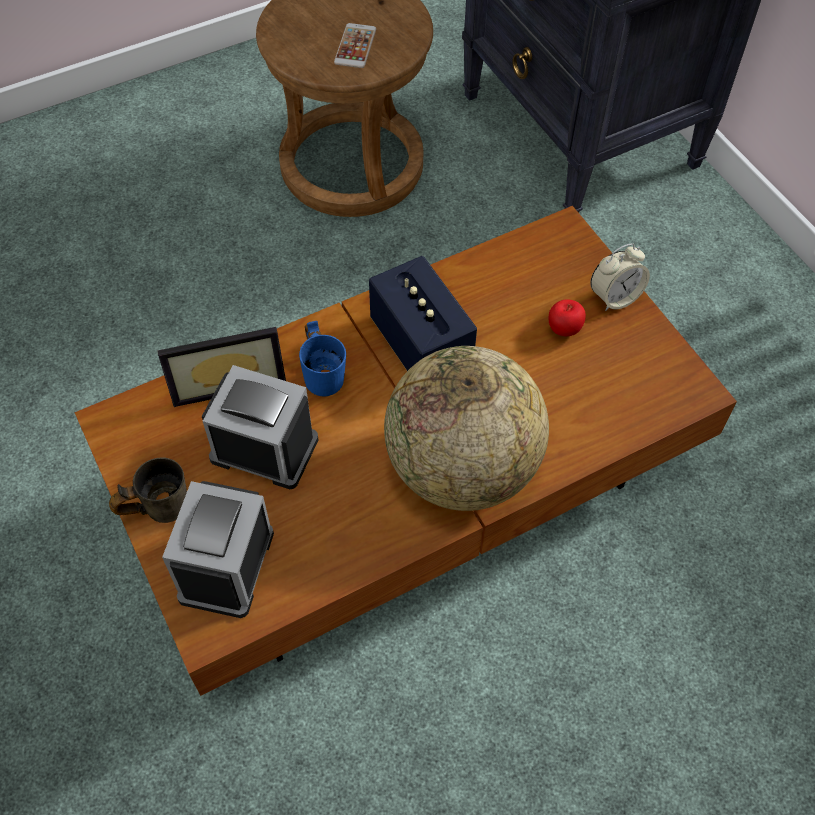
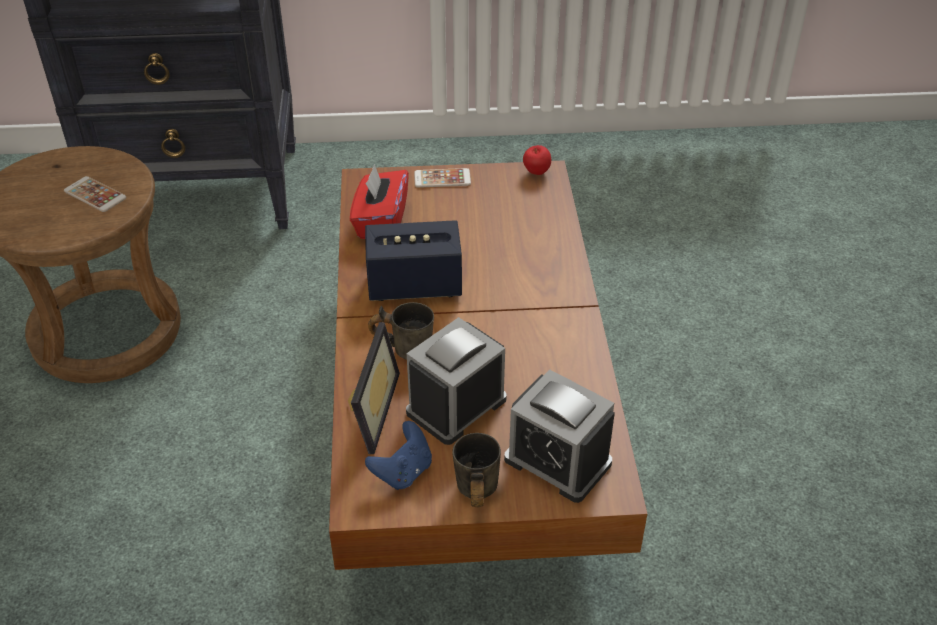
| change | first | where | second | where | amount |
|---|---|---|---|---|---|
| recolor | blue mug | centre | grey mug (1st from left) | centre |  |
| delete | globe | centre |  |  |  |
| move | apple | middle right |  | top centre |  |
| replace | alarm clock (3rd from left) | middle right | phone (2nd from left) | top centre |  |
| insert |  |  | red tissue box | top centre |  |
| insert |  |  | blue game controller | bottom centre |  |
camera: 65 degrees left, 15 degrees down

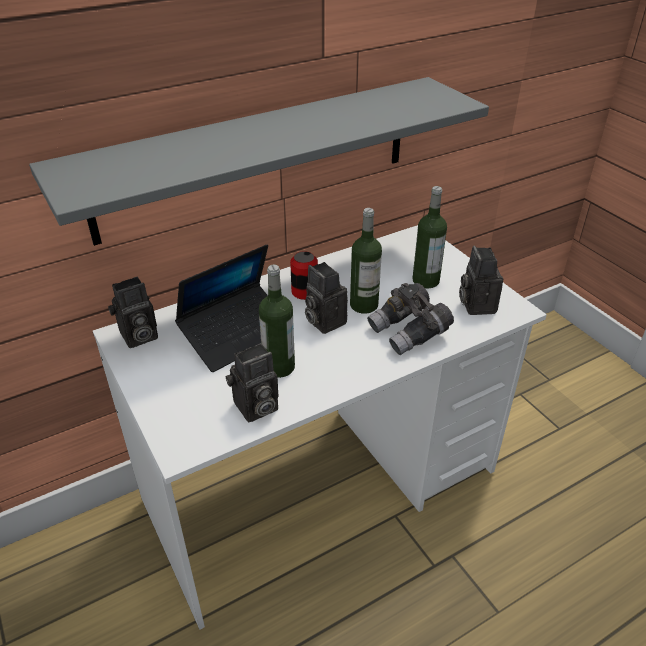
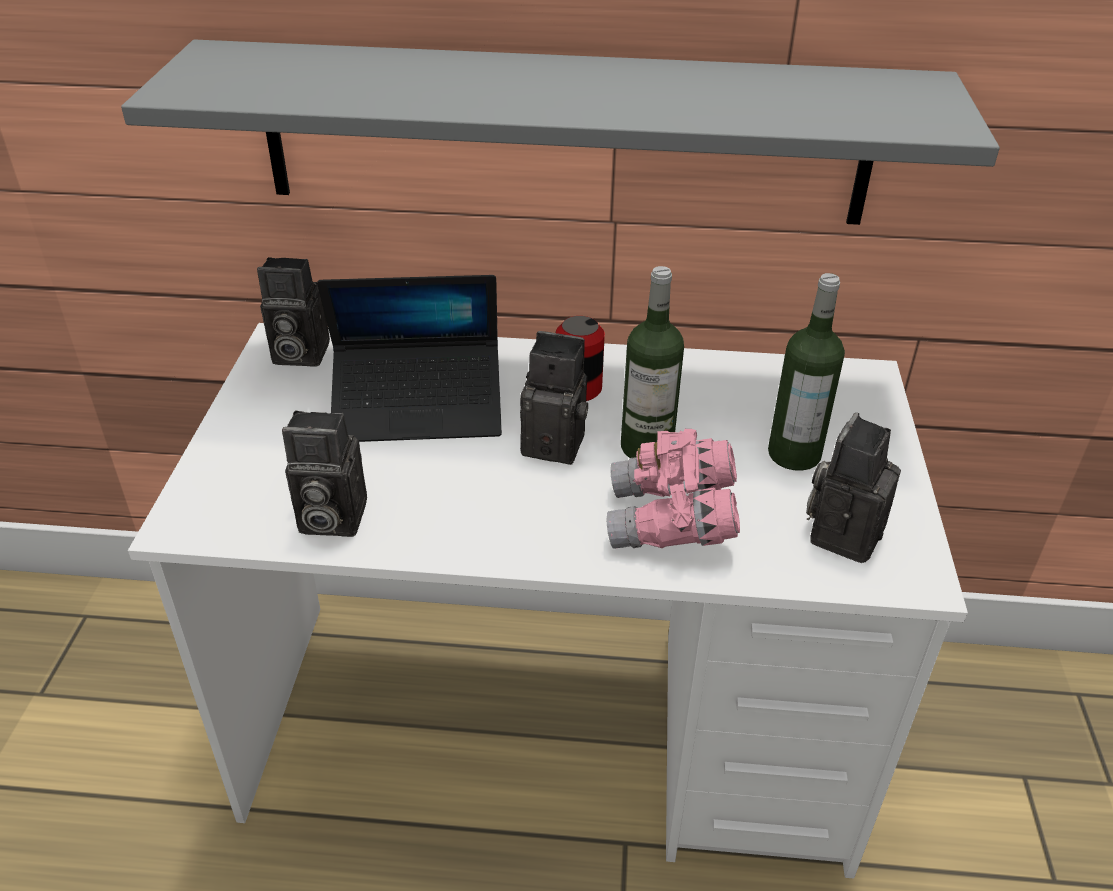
| change | first | where | second | where | amount |
|---|---|---|---|---|---|
| delete | bottle (1st from left) | centre |  |  |  |
| rotate | photo camera (3rd from left) | centre |  | centre | 105 degrees clockwise |
| recolor | grey binoculars | centre | pink binoculars | centre |  |
camera: 35 degrees right, 0 degrees up

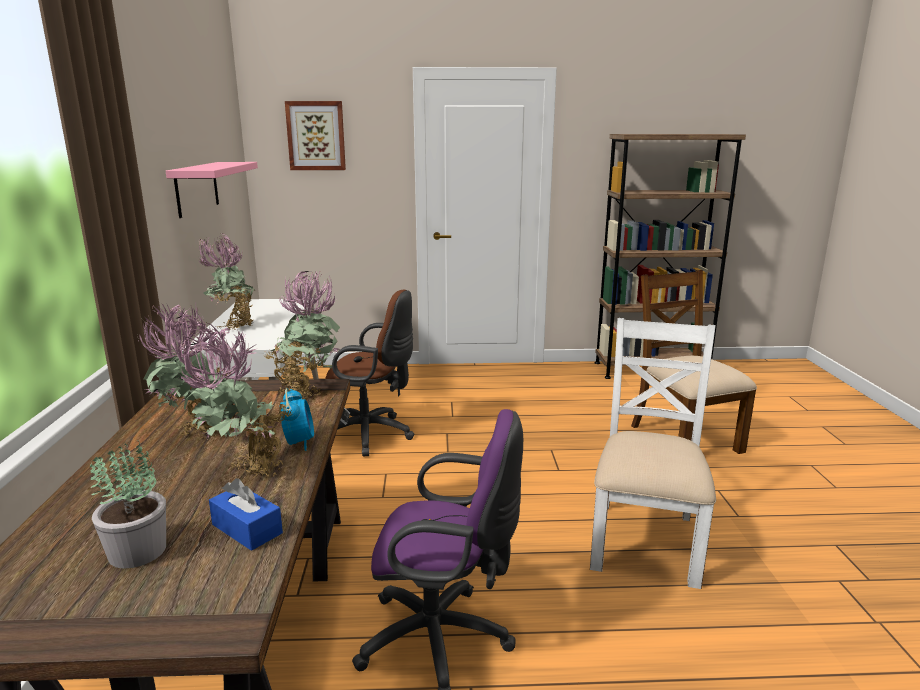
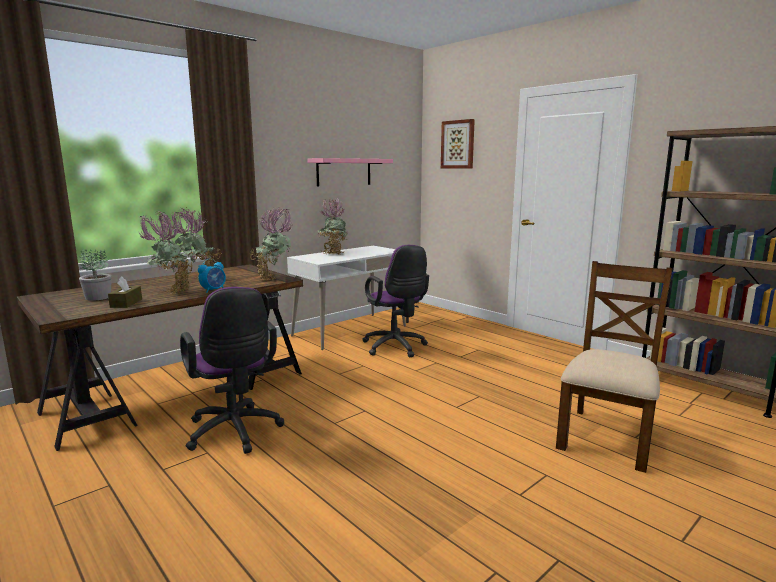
| change | first | where | second | where | amount |
|---|---|---|---|---|---|
| recolor | blue tissue box | bottom left | brown tissue box | middle left |  |
| recolor | brown office chair | centre | purple office chair (2nd from left) | centre |  |
| delete | white chair | middle right |  |  |  |
camera: 50 degrees right, 5 degrees down

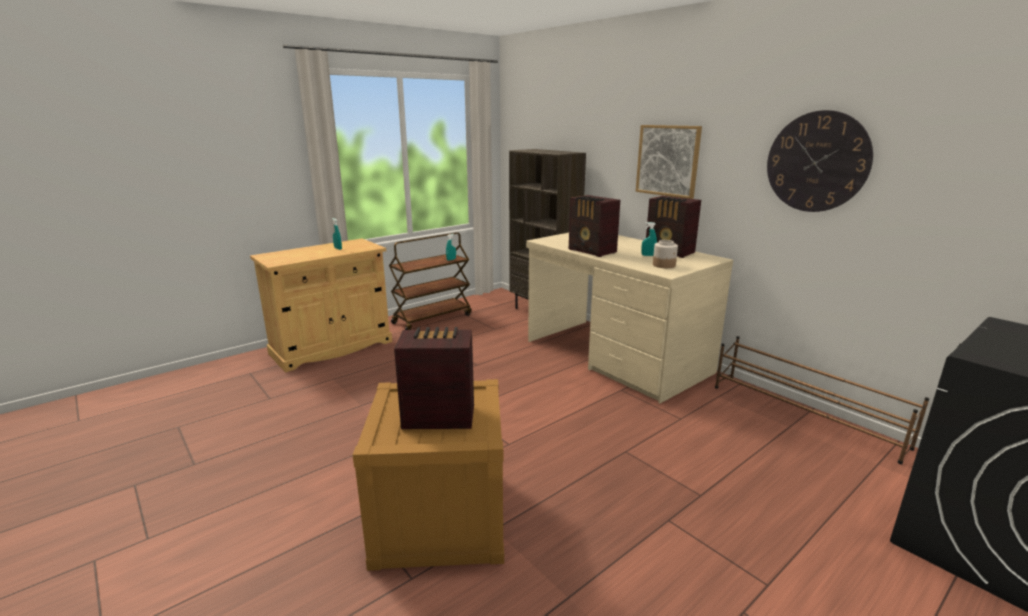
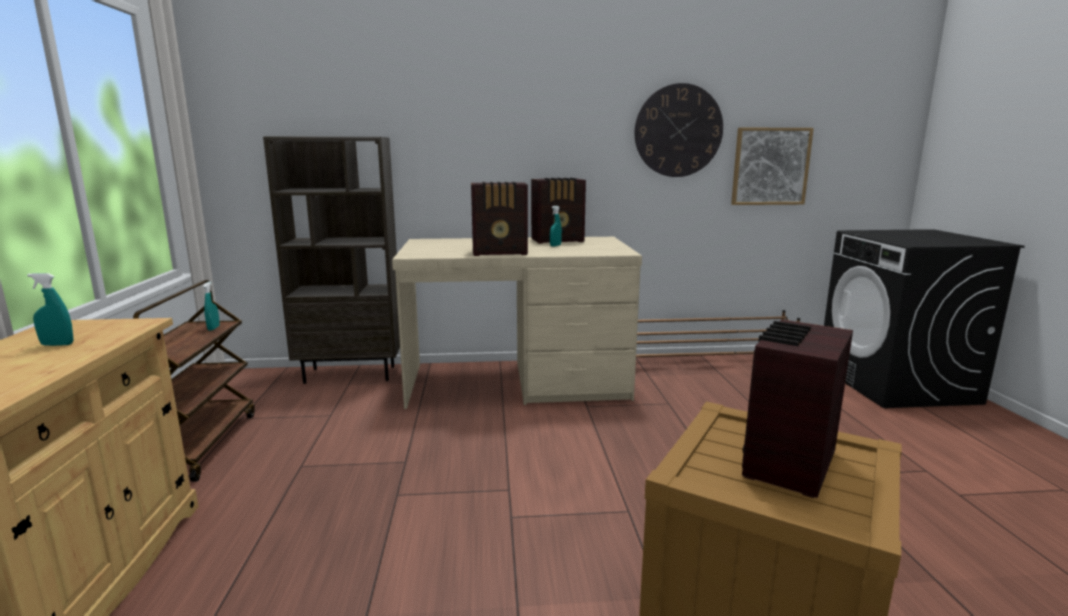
| change | first | where | second | where | amount |
|---|---|---|---|---|---|
| move | picture | top centre |  | top right |  |
| delete | jar | centre |  |  |  |
camera: 55 degrees left, 5 degrees down

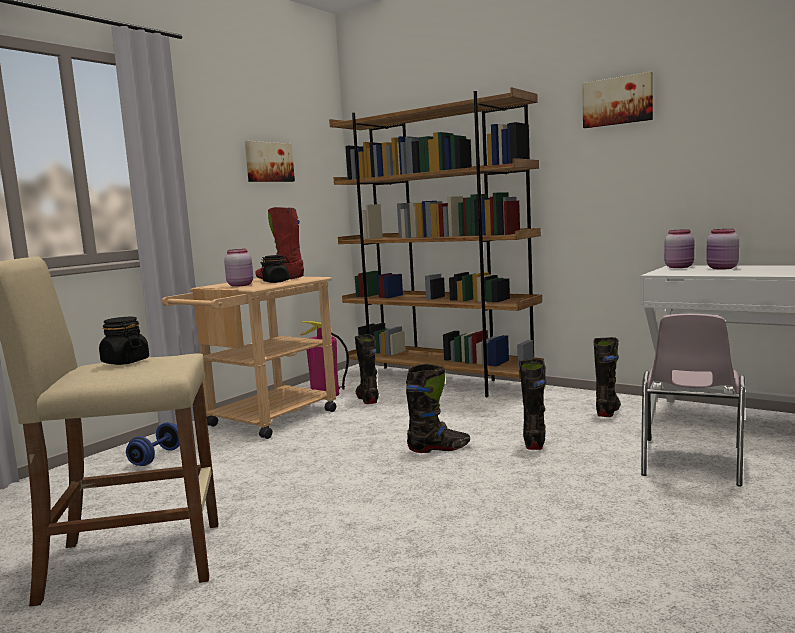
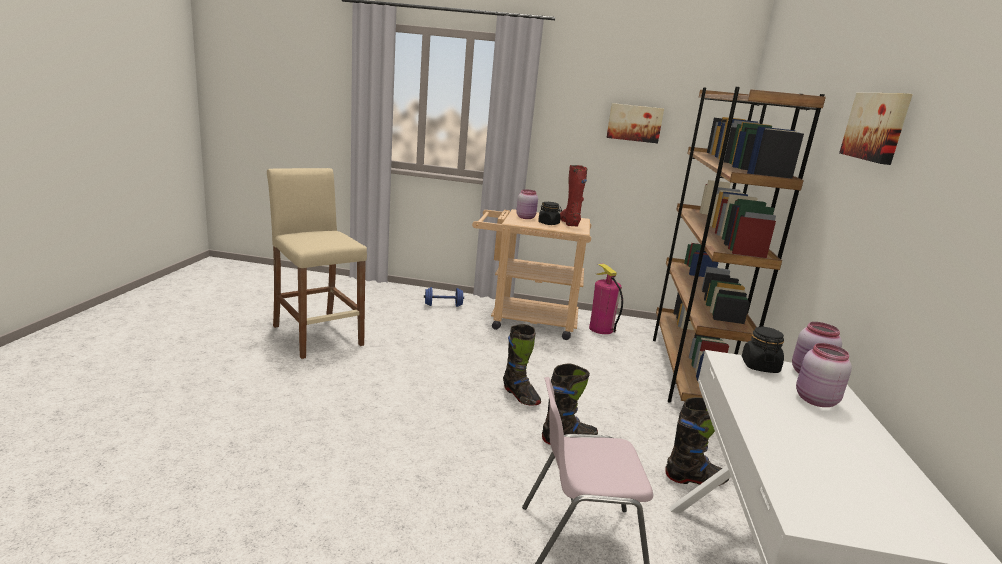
| change | first | where | second | where | amount |
|---|---|---|---|---|---|
| move | black jar (1st from left in the first image) | middle left | black jar (2nd from left) | middle right |  |
| delete | black boot (1st from left) | centre |  |  |  |
camera: 60 degrees right, 10 degrees up

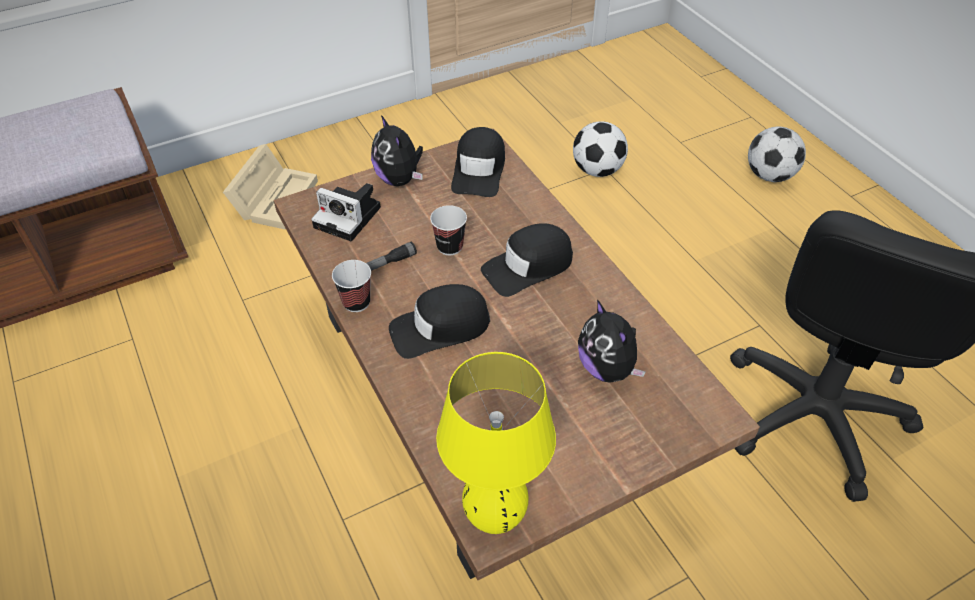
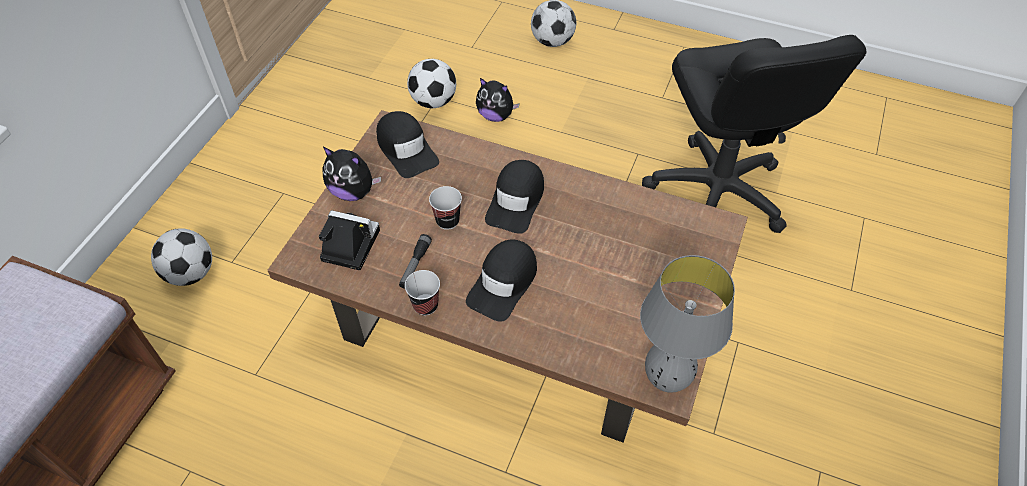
| change | first | where | second | where | amount |
|---|---|---|---|---|---|
| replace | beige storage box | top left | football (1st from left) | middle left |  |
| rotate | photo camera | centre |  | centre | 150 degrees counterclockwise |
| recolor | yellow table lamp | bottom centre | grey table lamp | bottom right |  |
| move | plush toy (2nd from left) | centre |  | top centre |  |
camera: 40 degrees left, 5 degrees up

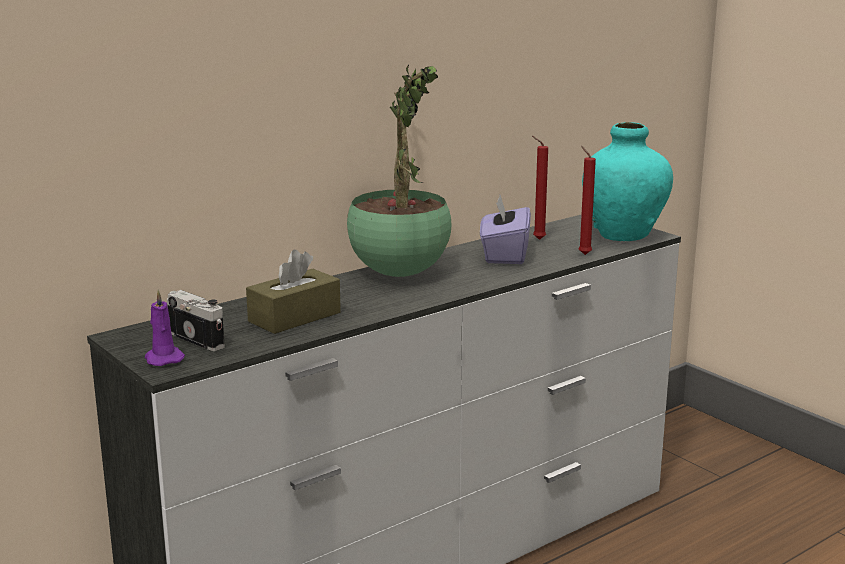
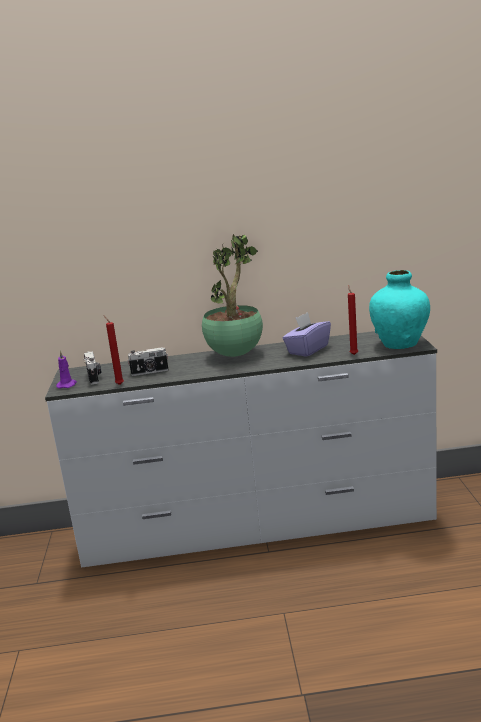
| change | first | where | second | where | amount |
|---|---|---|---|---|---|
| replace | brown tissue box | centre | photo camera (2nd from left) | middle left |  |
| move | red candle (1st from left) | centre |  | middle left |  |
camera: 35 degrees right, 0 degrees up

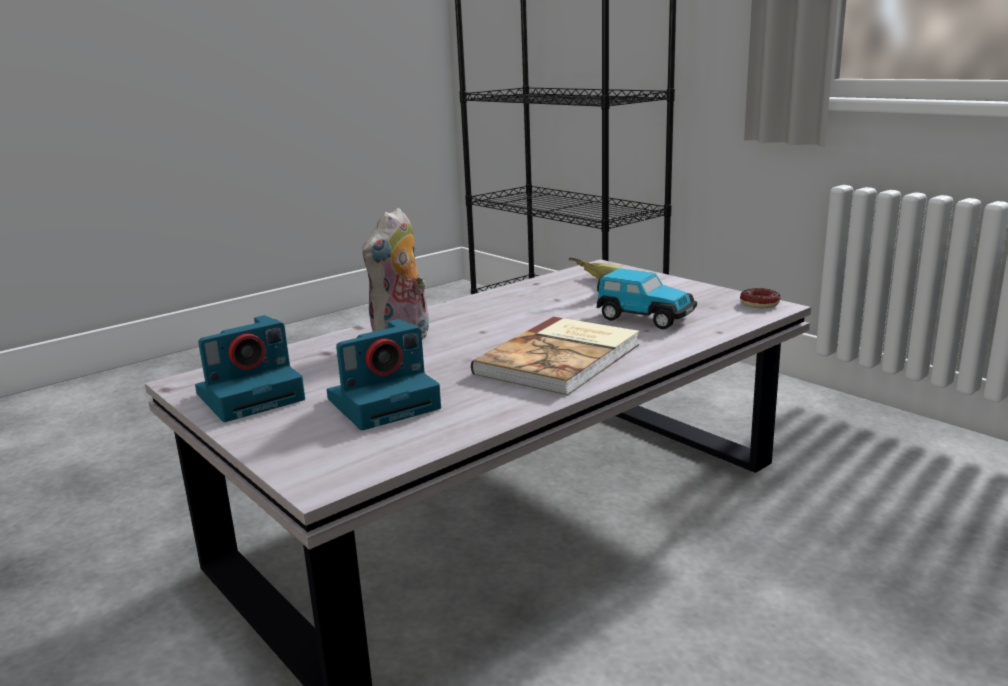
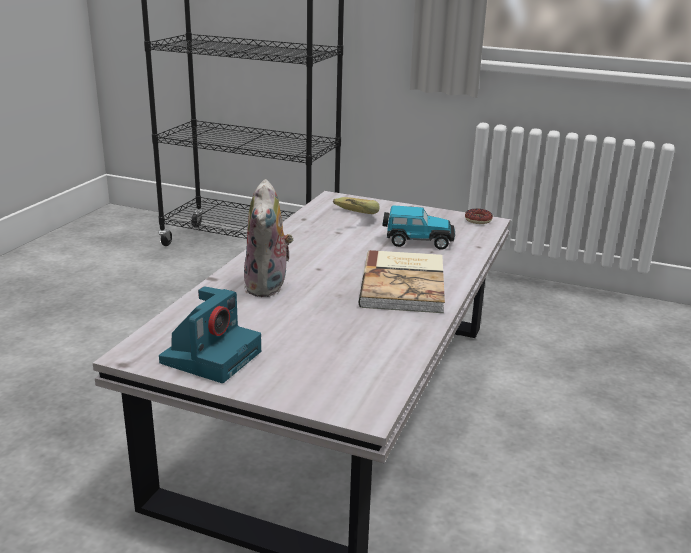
| change | first | where | second | where | amount |
|---|---|---|---|---|---|
| delete | photo camera (2nd from left) | centre |  |  |  |
camera: 30 degrees left, 5 degrees up

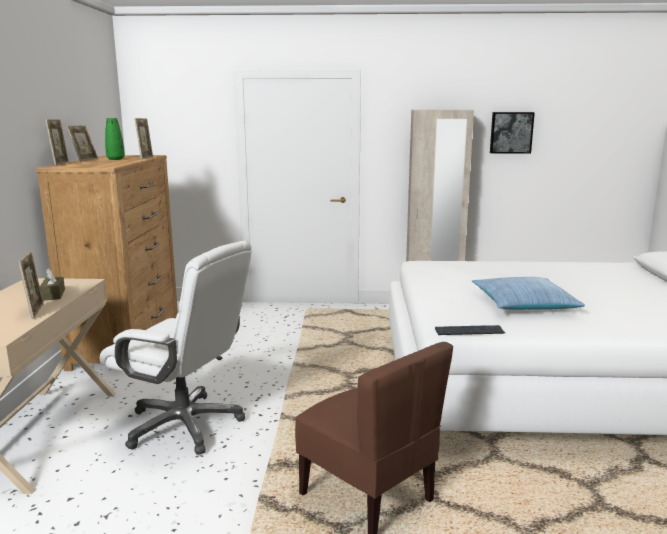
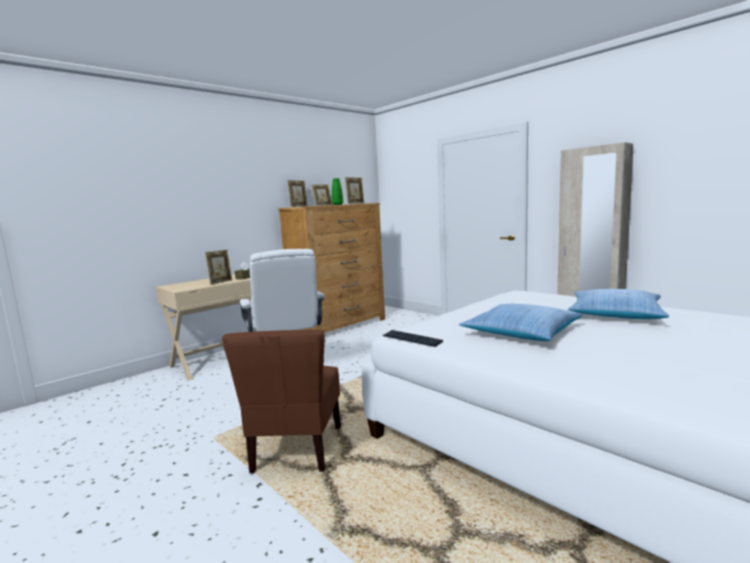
| change | first | where | second | where | amount |
|---|---|---|---|---|---|
| delete | picture | top right |  |  |  |
| insert |  |  | pillow (2nd from left) | middle right |  |
camera: 45 degrees right, 5 degrees down

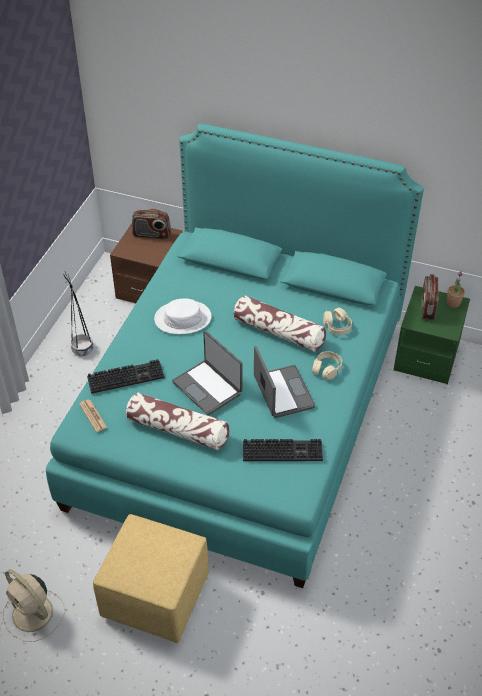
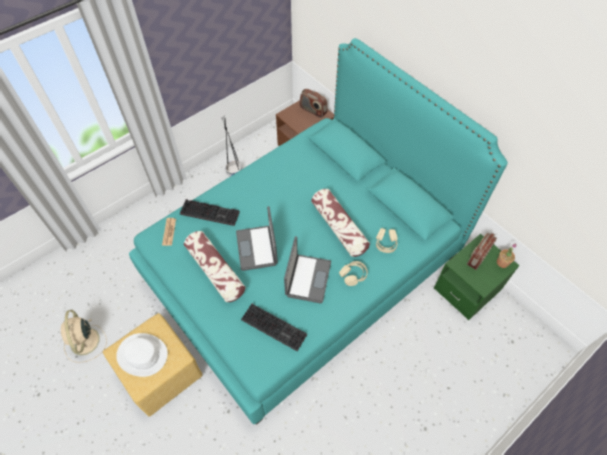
| change | first | where | second | where | amount |
|---|---|---|---|---|---|
| move | white hat | centre |  | bottom left |  |
camera: 30 degrees right, 10 degrees up

